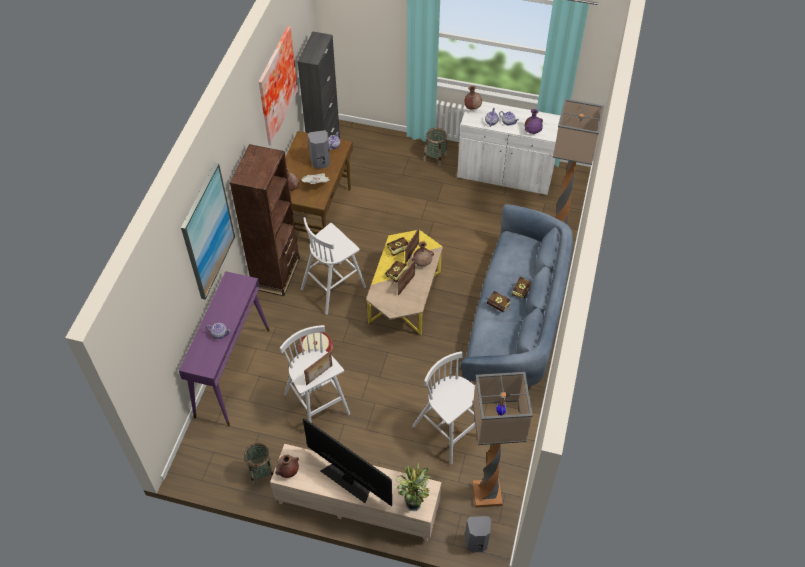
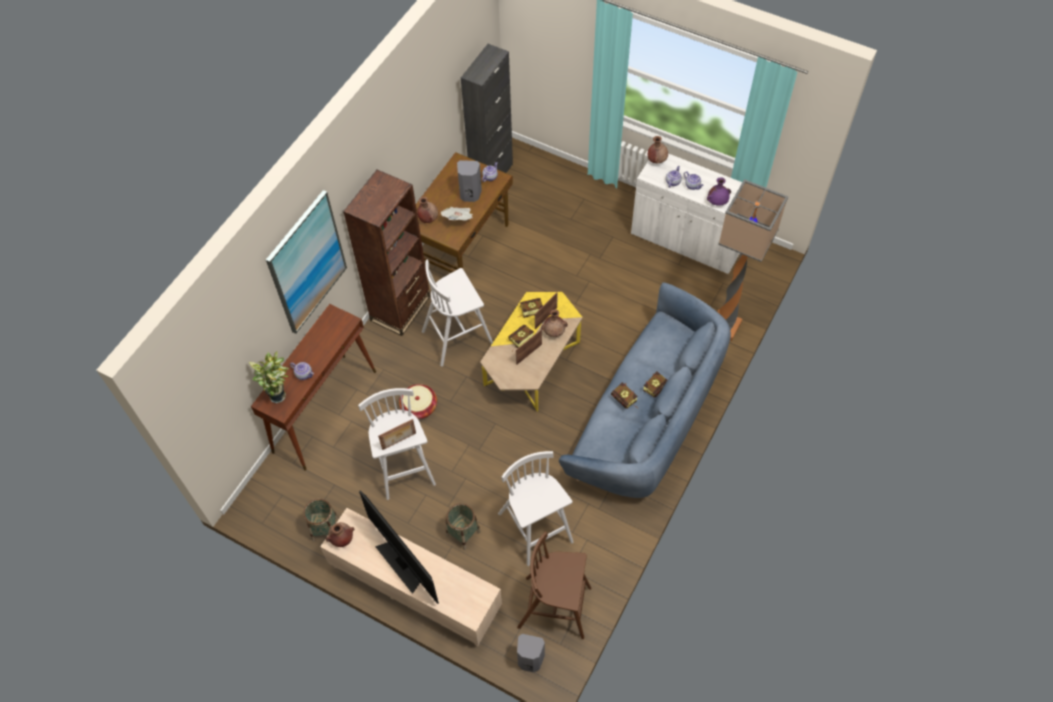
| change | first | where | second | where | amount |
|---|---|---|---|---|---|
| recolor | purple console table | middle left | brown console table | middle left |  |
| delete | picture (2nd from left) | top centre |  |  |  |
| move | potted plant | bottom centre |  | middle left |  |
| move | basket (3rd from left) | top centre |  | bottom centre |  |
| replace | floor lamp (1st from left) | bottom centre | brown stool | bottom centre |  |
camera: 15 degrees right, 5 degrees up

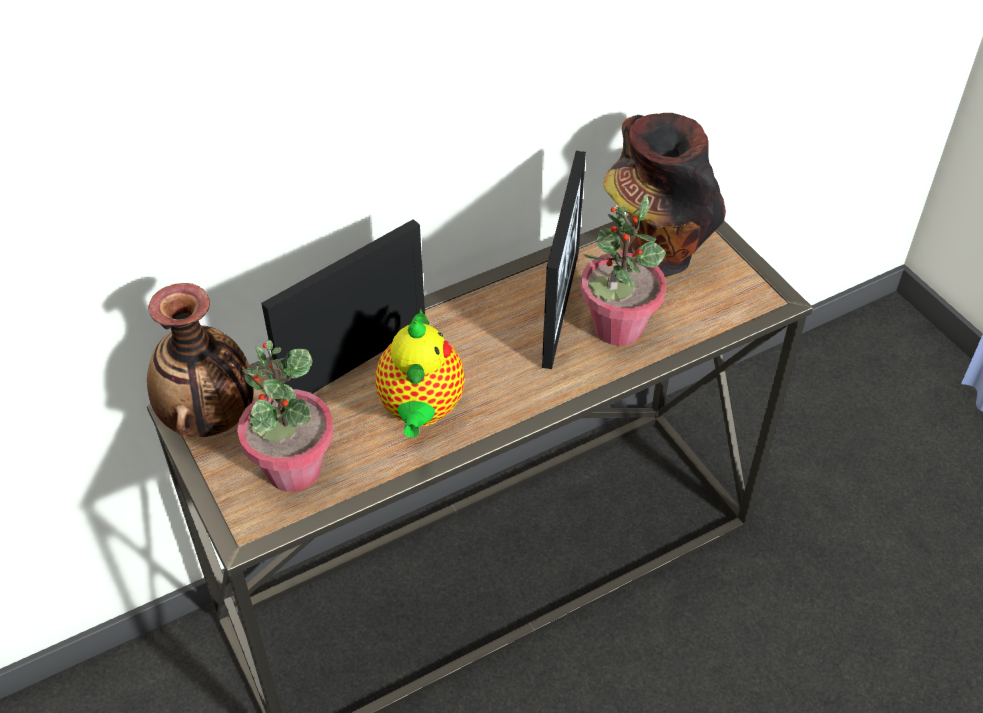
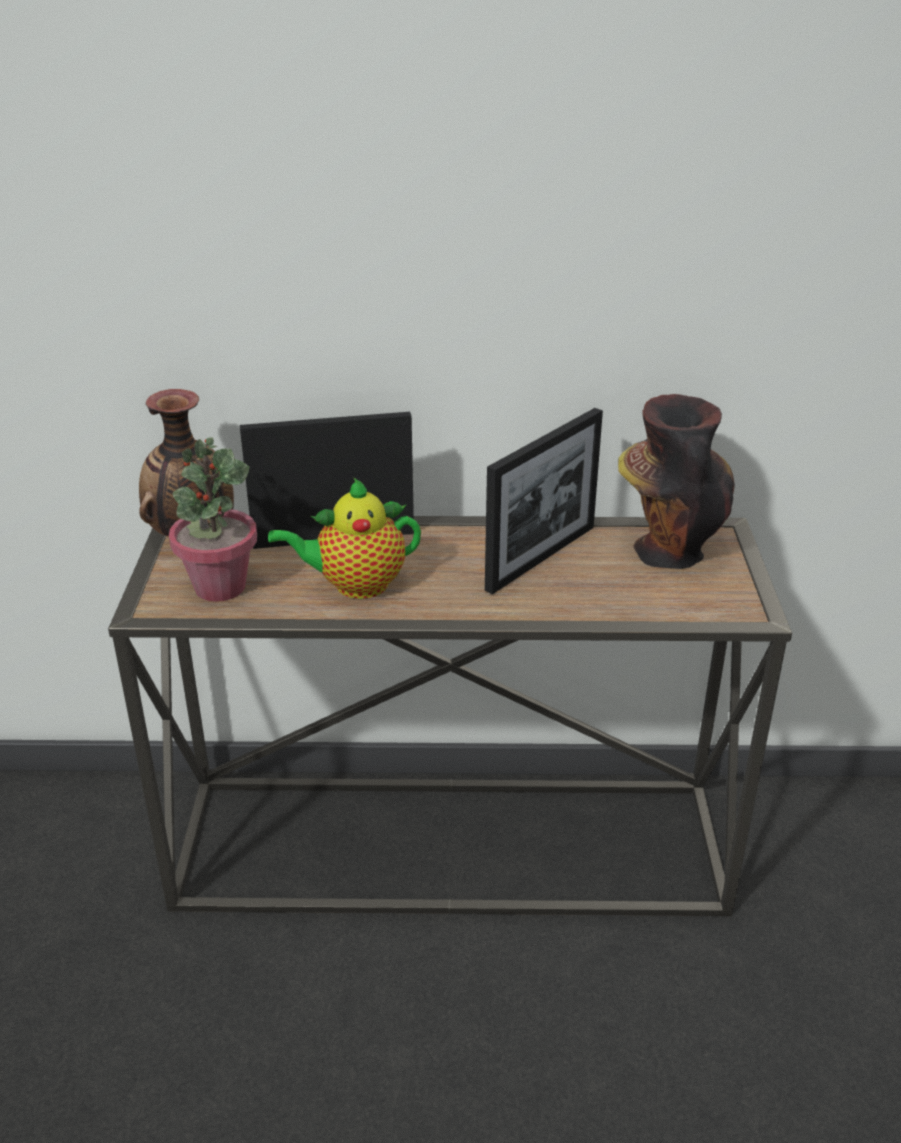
| change | first | where | second | where | amount |
|---|---|---|---|---|---|
| rotate | teapot | centre |  | centre | 45 degrees clockwise |
| delete | potted plant (2nd from left) | centre |  |  |  |
camera: 30 degrees right, 15 degrees down

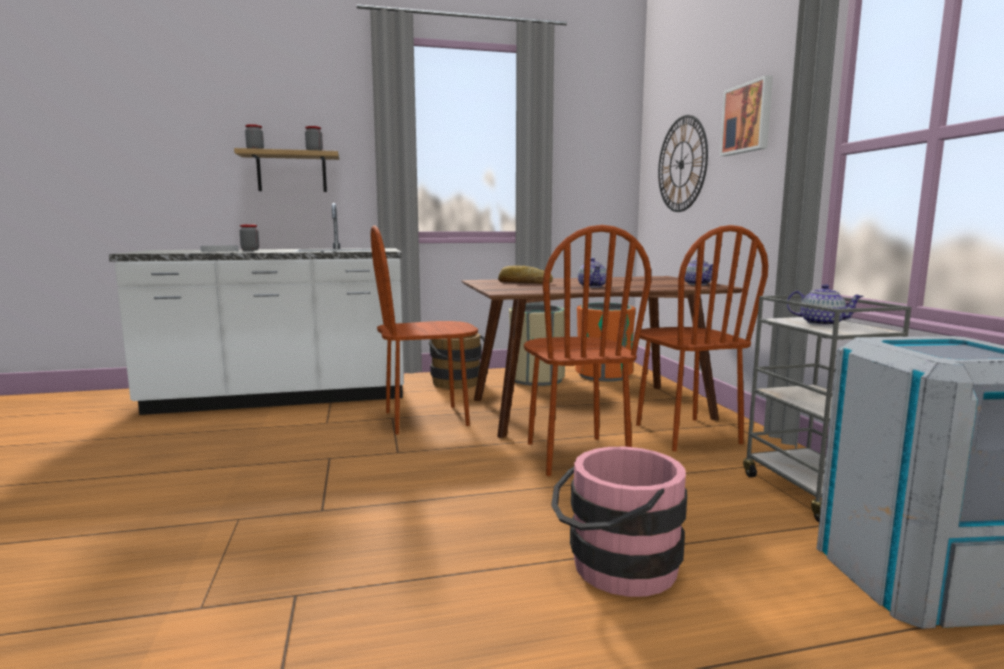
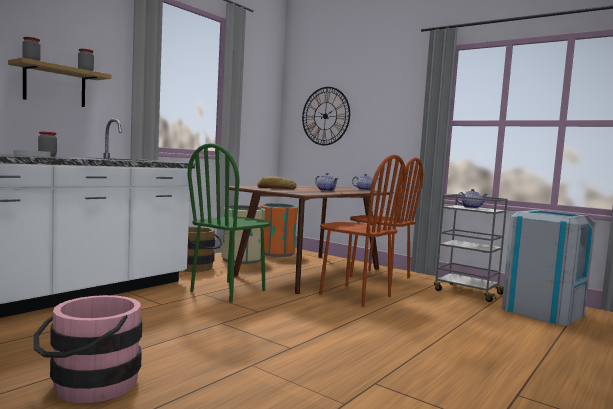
| change | first | where | second | where | amount |
|---|---|---|---|---|---|
| recolor | brown chair (1st from left) | centre | green chair | centre |  |
| move | pink bucket | bottom centre |  | bottom left |  |
| delete | picture | top right |  |  |  |
camera: 40 degrees left, 5 degrees down

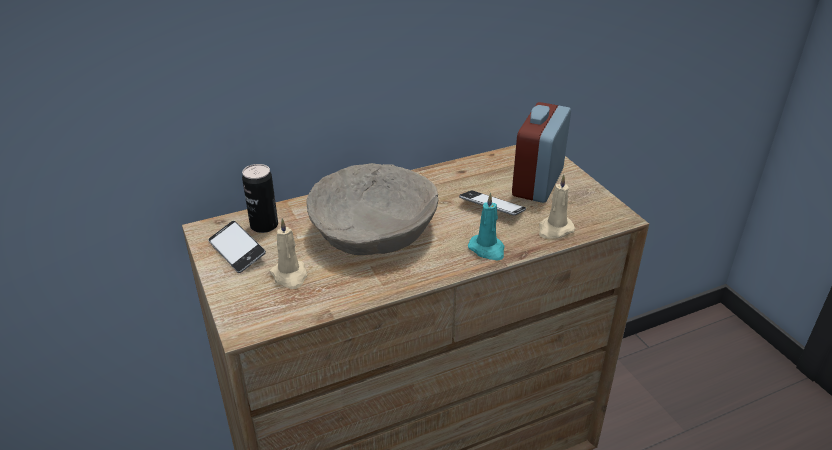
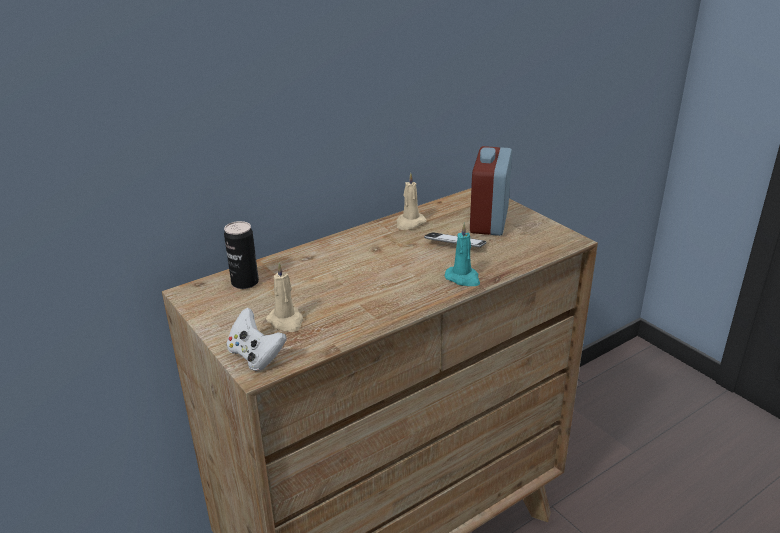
| change | first | where | second | where | amount |
|---|---|---|---|---|---|
| delete | phone (1st from left) | middle left |  |  |  |
| delete | beige bowl | centre |  |  |  |
| move | beige candle (2nd from left) | middle right |  | centre |  |
| insert |  |  | white game controller | middle left |  |
camera: 10 degrees left, 5 degrees down

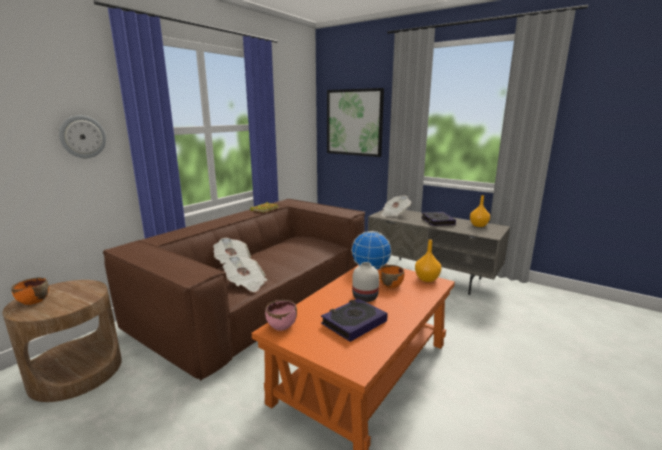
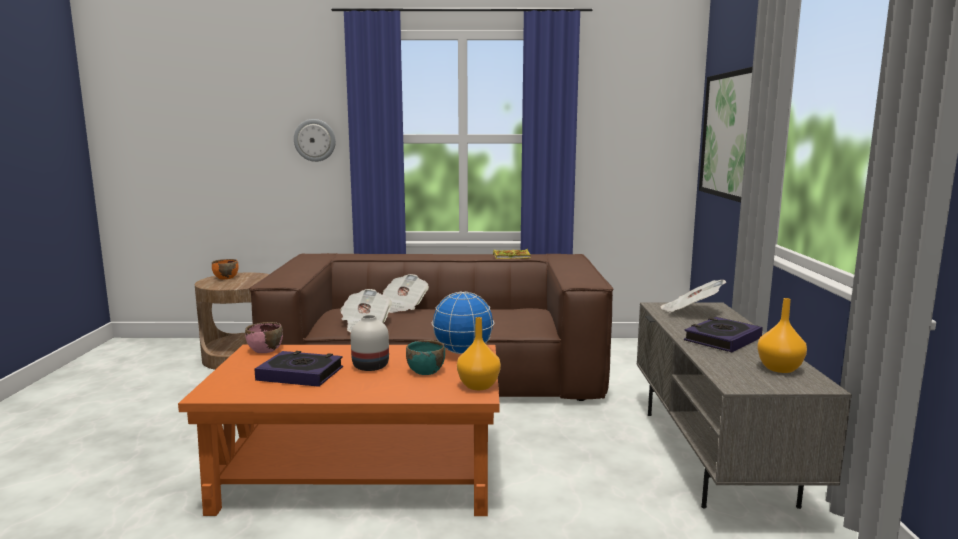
| change | first | where | second | where | amount |
|---|---|---|---|---|---|
| recolor | orange bowl (2nd from left) | centre | turquoise bowl | centre |  |
camera: 55 degrees right, 5 degrees down

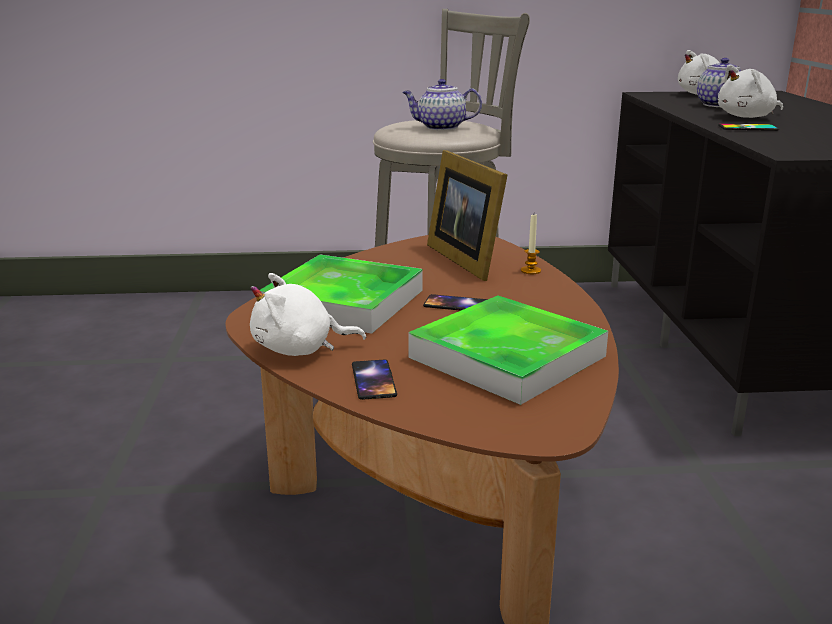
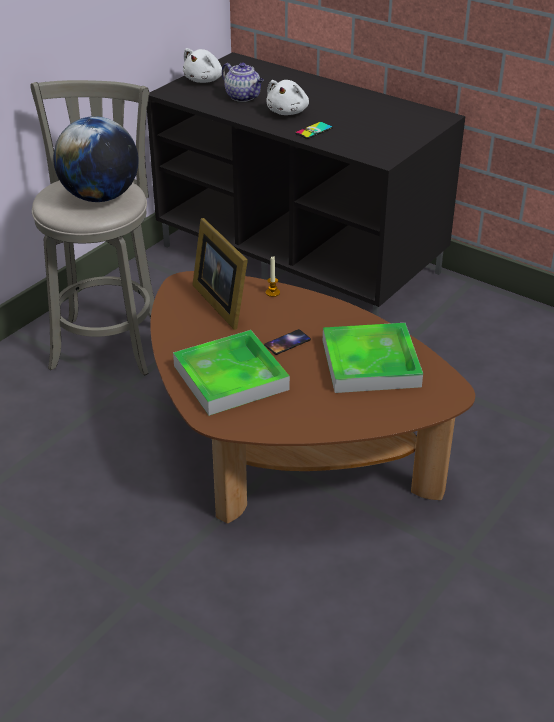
| change | first | where | second | where | amount |
|---|---|---|---|---|---|
| delete | white plush toy (1st from left) | centre |  |  |  |
| delete | phone (1st from left) | centre |  |  |  |
| replace | teapot (1st from left) | top centre | globe | top left |  |
| rotate | picture frame | centre |  | centre | 45 degrees clockwise |
camera: 50 degrees left, 15 degrees up

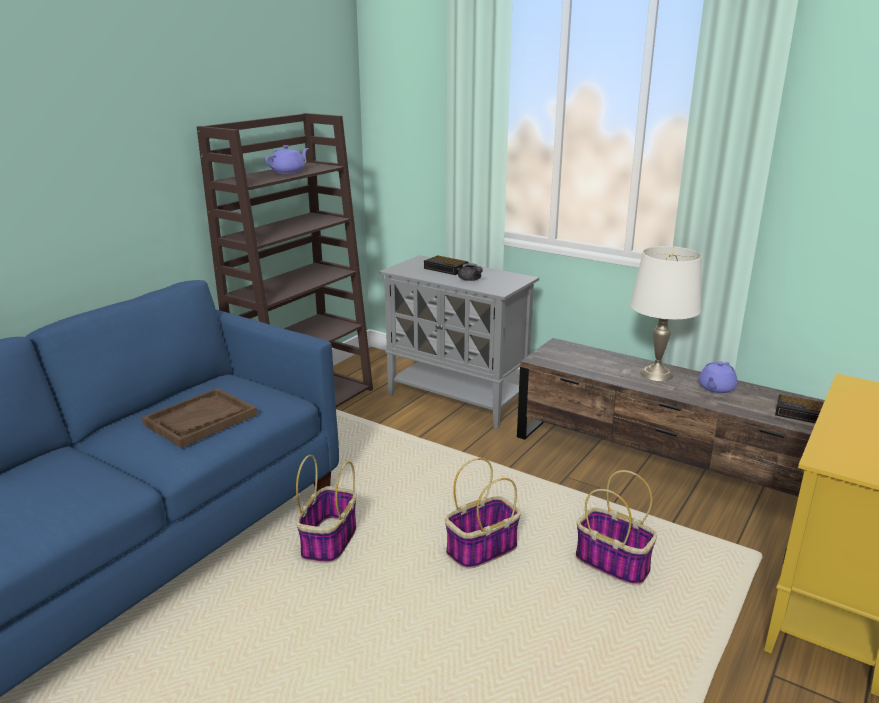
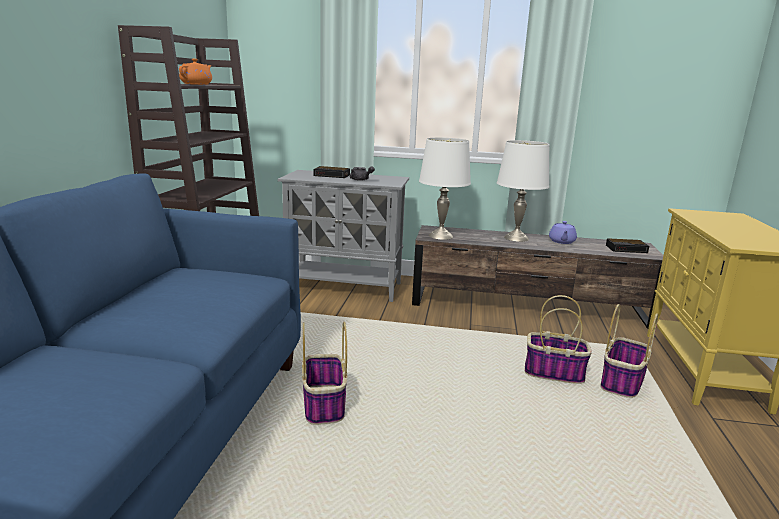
| change | first | where | second | where | amount |
|---|---|---|---|---|---|
| delete | brown tray | middle left |  |  |  |
| recolor | purple teapot (1st from left) | top left | orange teapot | top left |  |
| move | basket (2nd from left in the first image) | bottom centre | basket (3rd from left) | bottom right |  |
| insert |  |  | white table lamp (1st from left) | centre |  |
camera: 25 degrees left, 5 degrees down

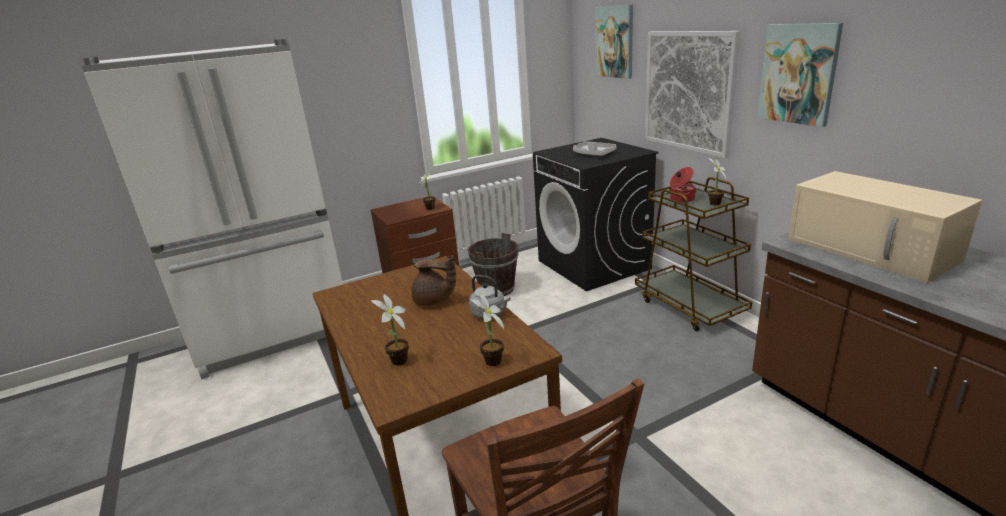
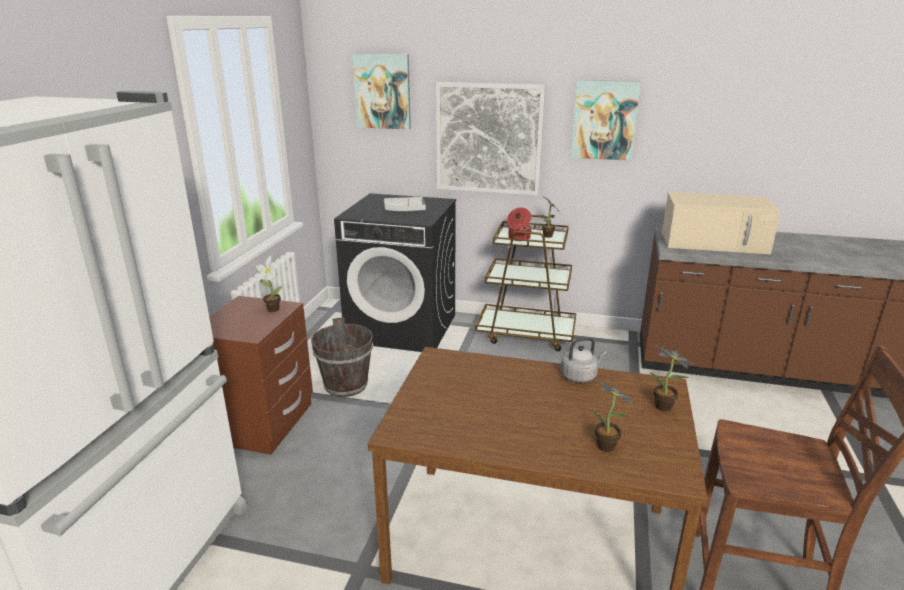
| change | first | where | second | where | amount |
|---|---|---|---|---|---|
| delete | brown teapot | centre |  |  |  |
camera: 50 degrees left, 0 degrees up

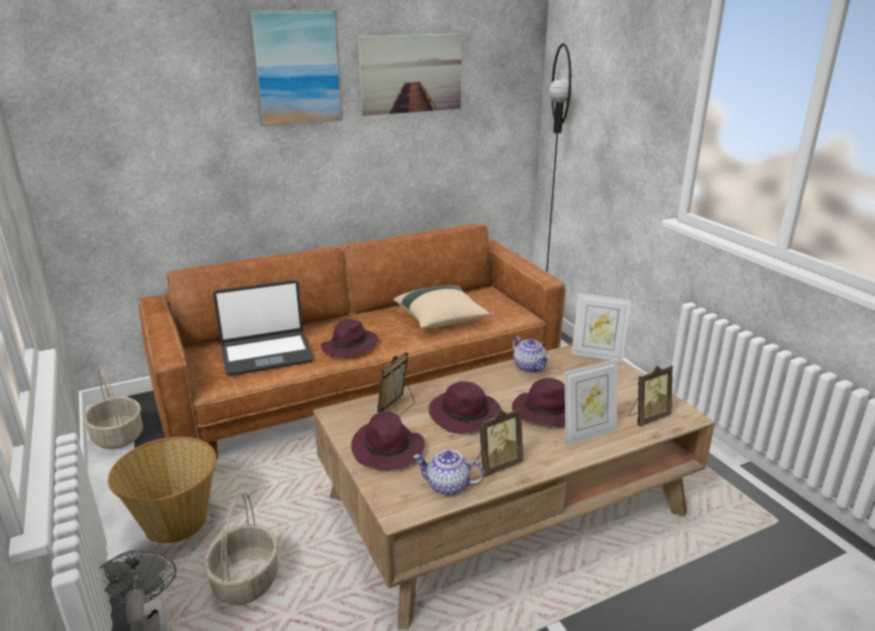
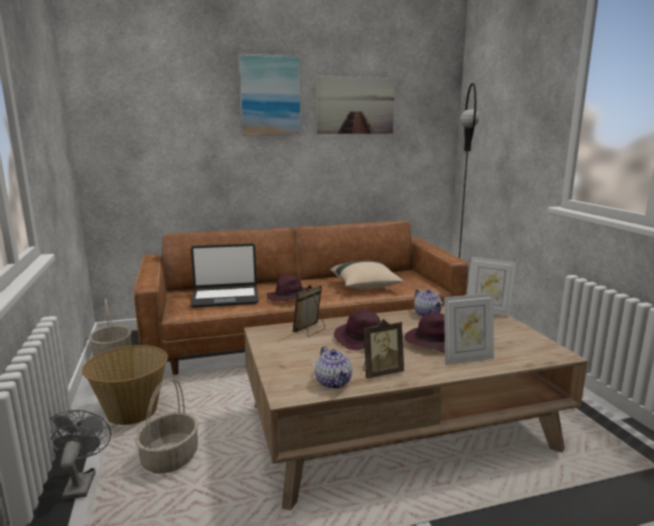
| change | first | where | second | where | amount |
|---|---|---|---|---|---|
| delete | purple hat (2nd from left) | bottom centre |  |  |  |
| rotate | teapot (1st from left) | bottom centre |  | bottom centre | 135 degrees counterclockwise |
| delete | picture frame (5th from left) | middle right |  |  |  |
camera: 10 degrees right, 10 degrees down

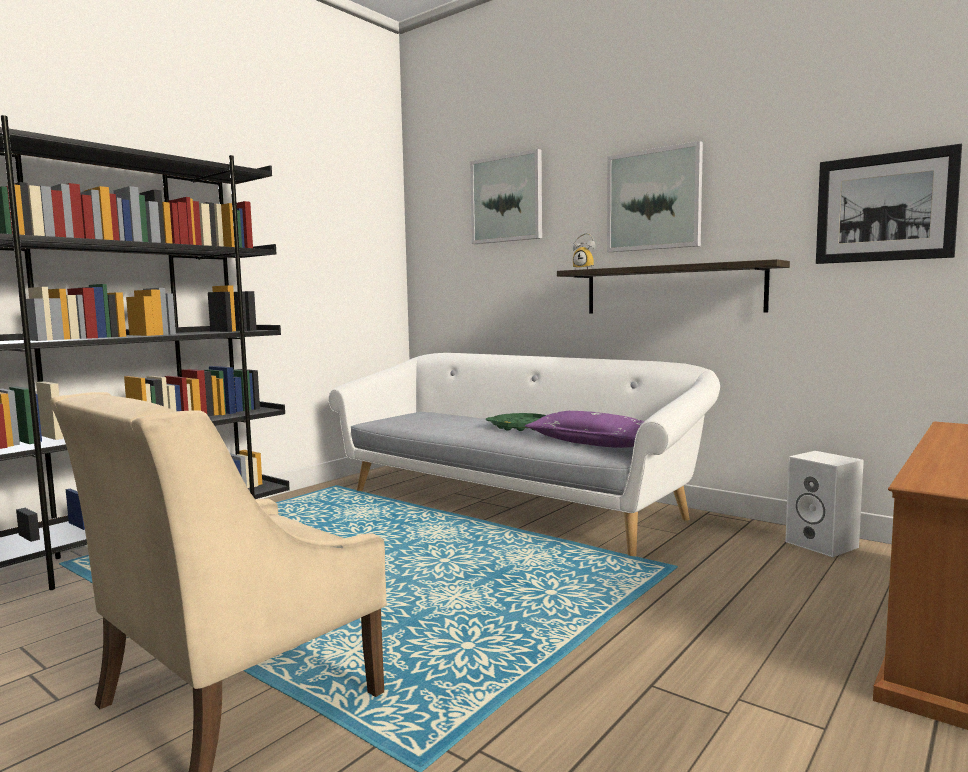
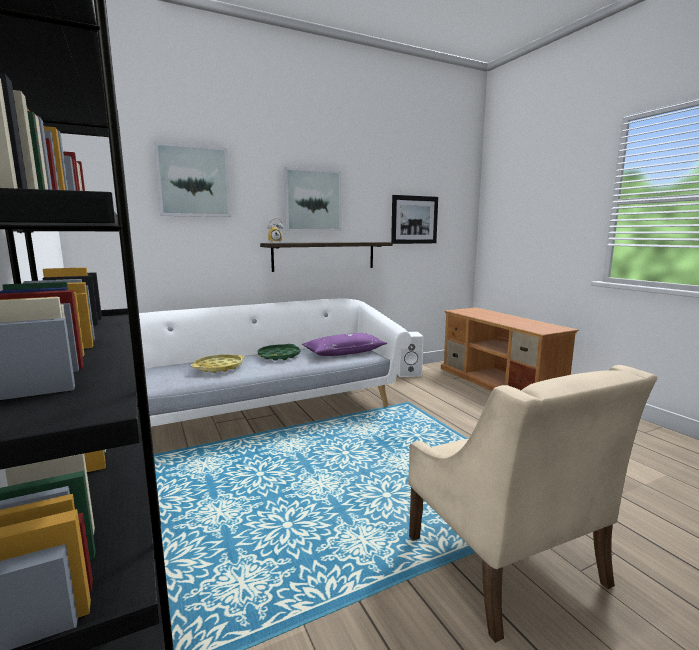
| change | first | where | second | where | amount |
|---|---|---|---|---|---|
| insert |  |  | yellow tray | middle left |  |
camera: 65 degrees left, 5 degrees up

